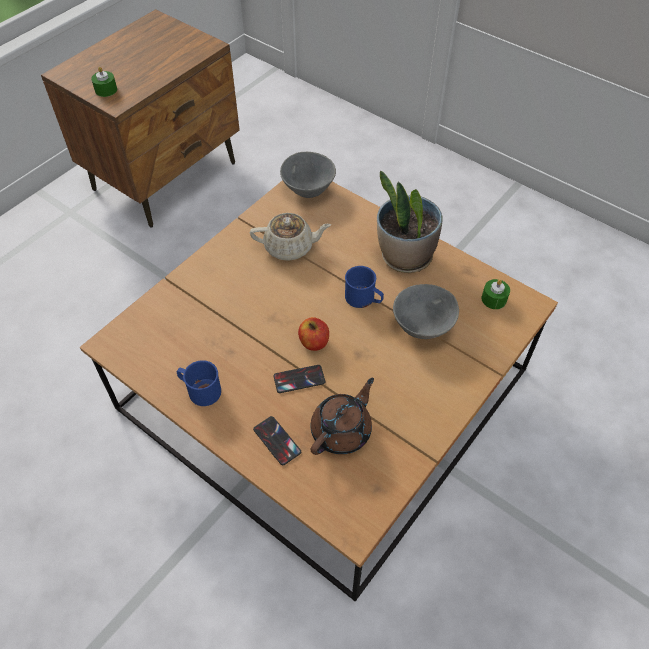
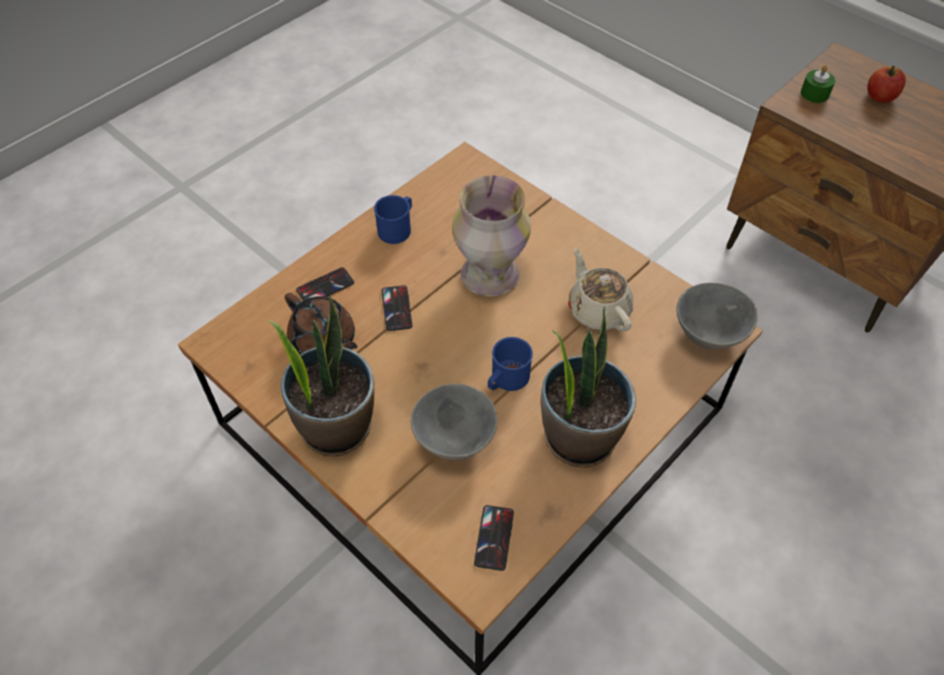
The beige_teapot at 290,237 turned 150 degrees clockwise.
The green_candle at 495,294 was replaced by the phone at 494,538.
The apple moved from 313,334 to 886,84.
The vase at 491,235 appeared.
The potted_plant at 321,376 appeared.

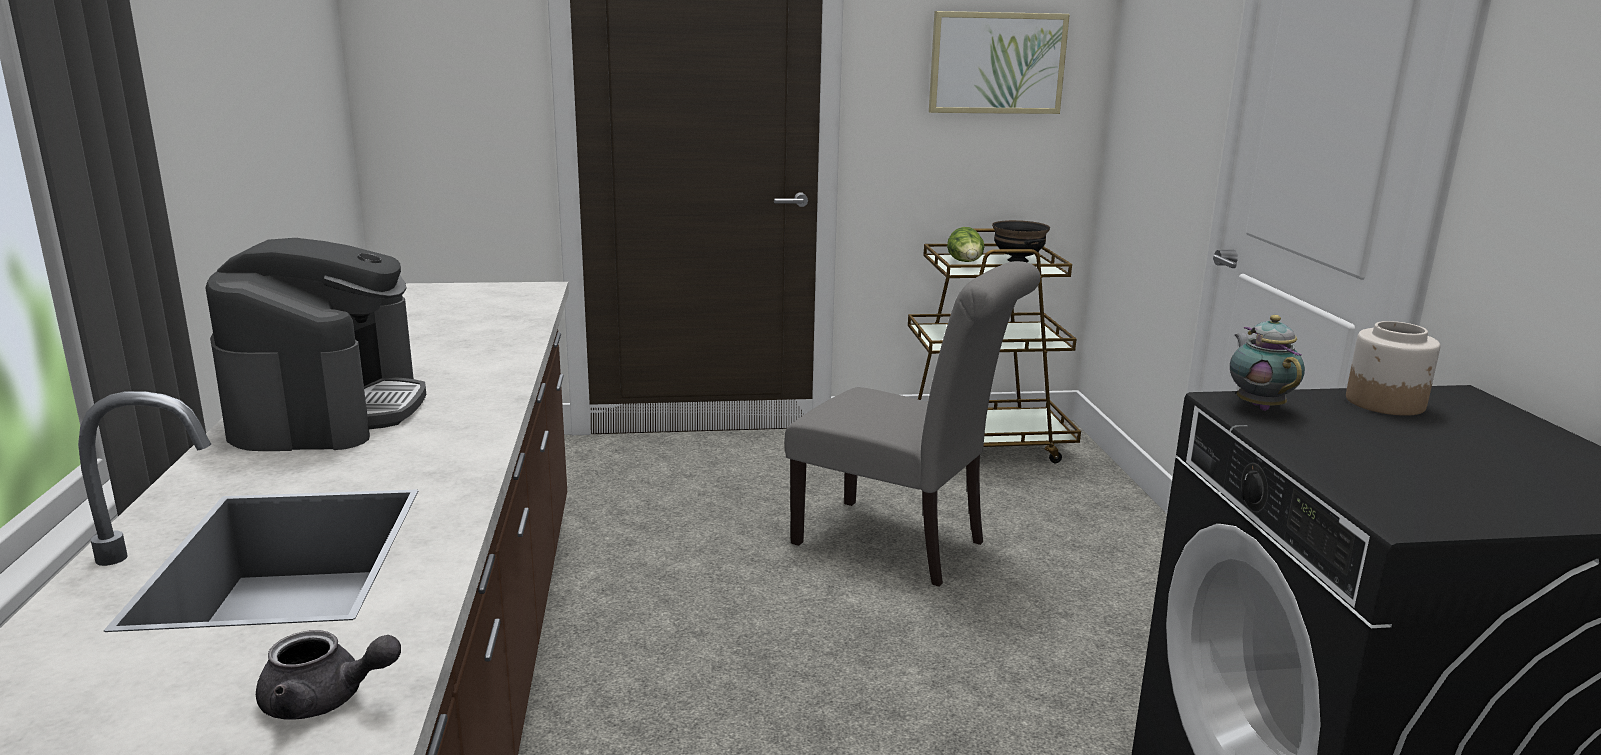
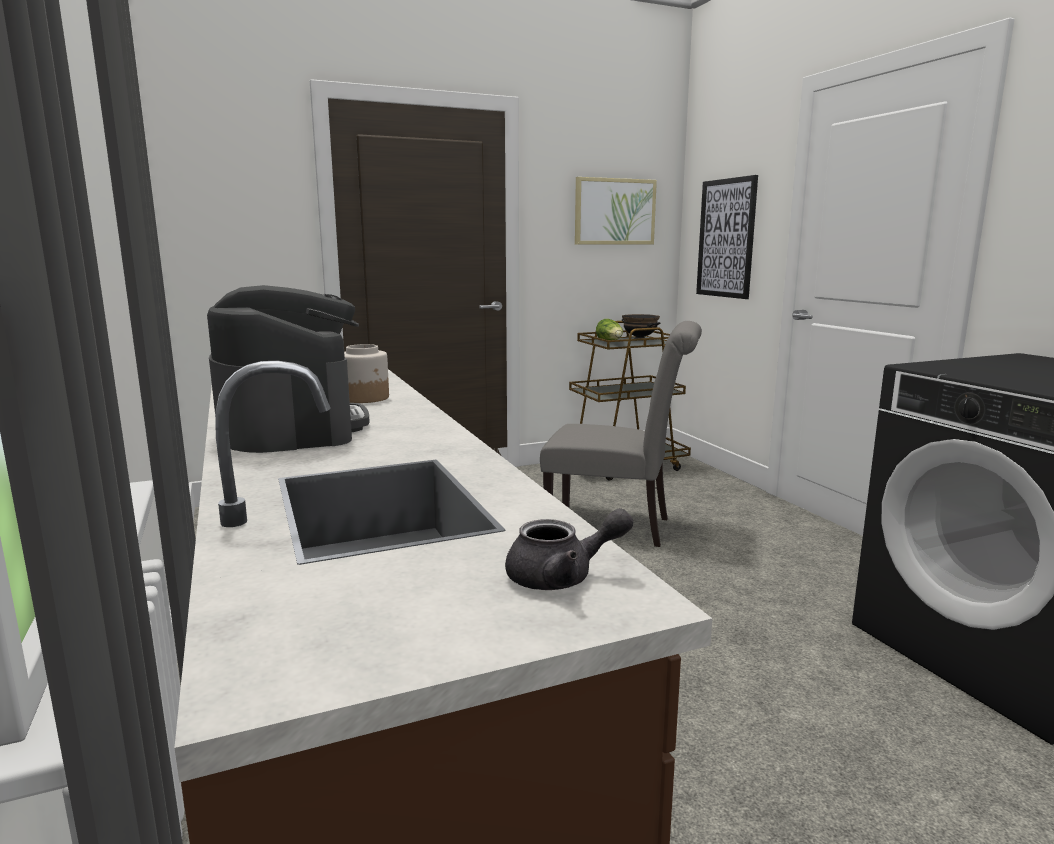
The teapot at 1267,363 disappeared.
The jar moved from 1393,368 to 366,373.
The picture at 727,237 appeared.

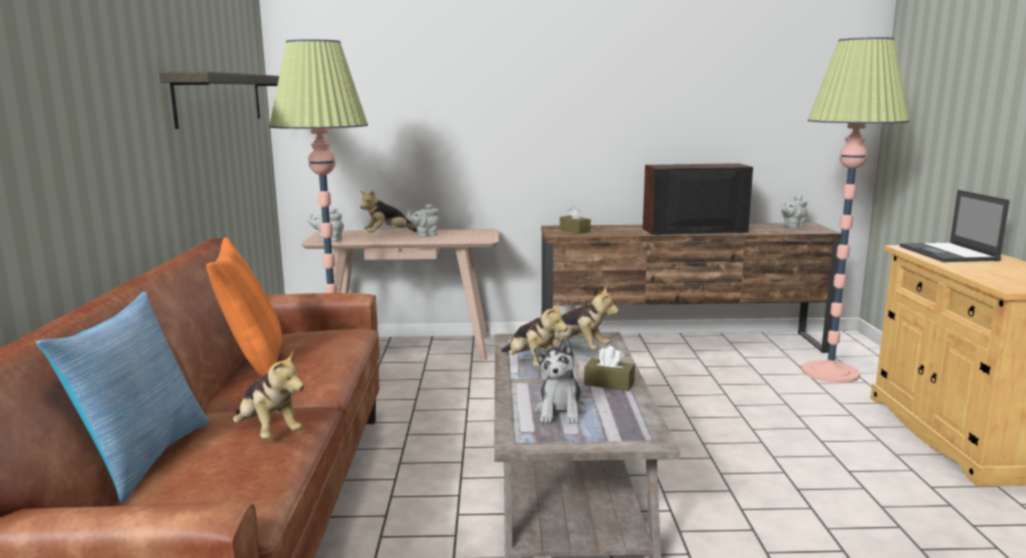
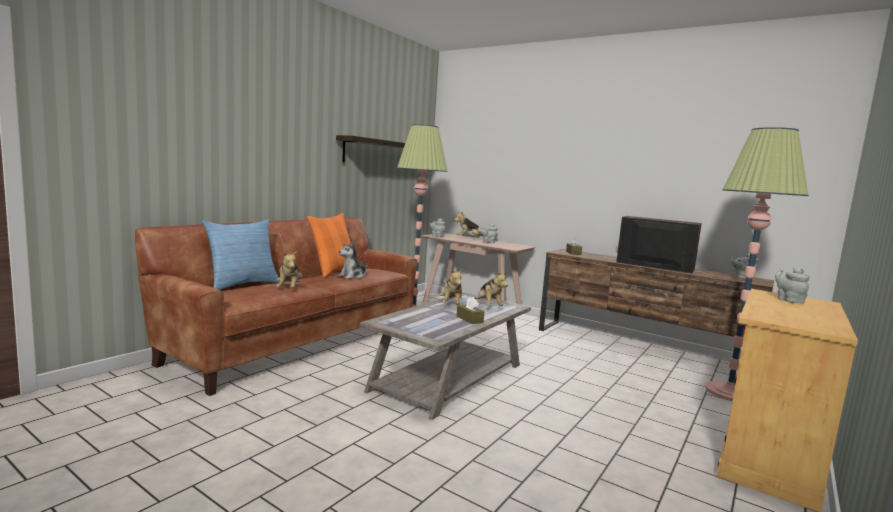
The laptop at 955,226 was replaced by the grey_teapot at 792,285.
The plush_toy moved from 560,380 to 353,260.

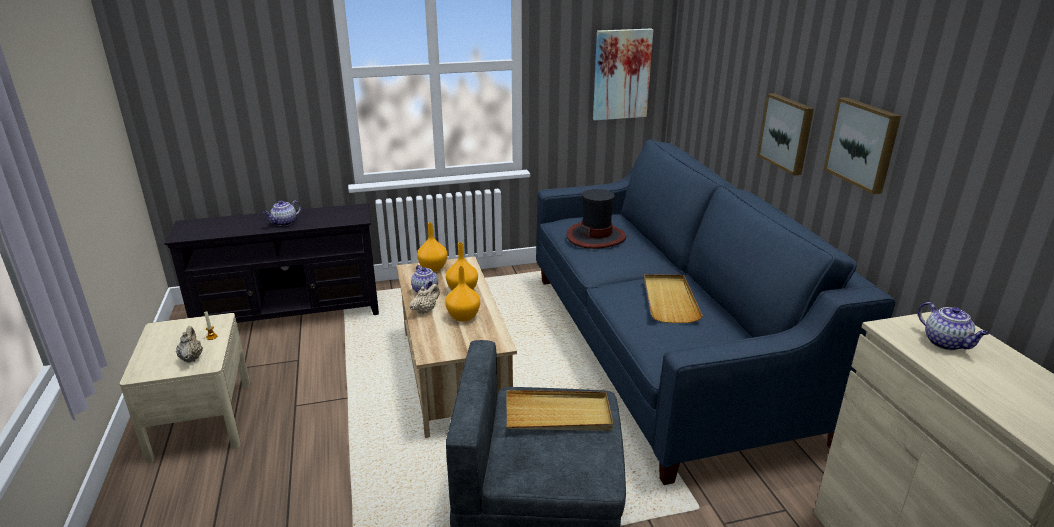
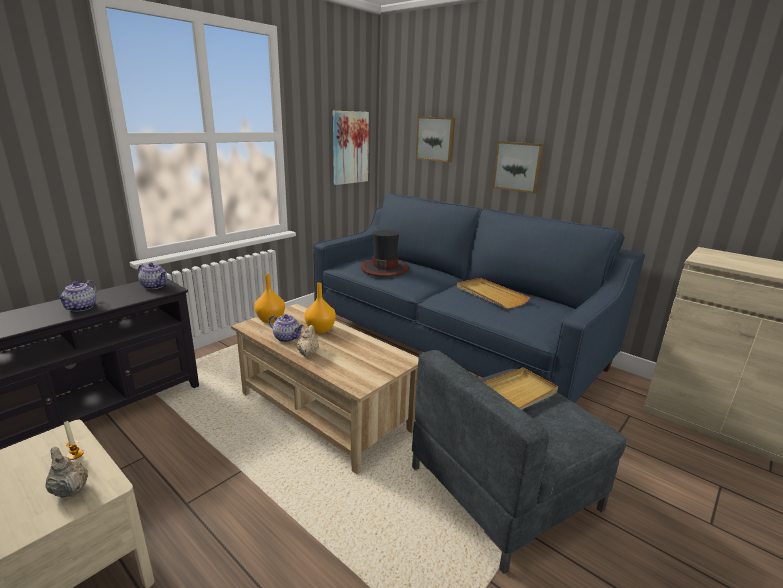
The picture moved from 862,145 to 435,139.
The orange_vase at 462,294 disappeared.
The teapot moved from 953,326 to 152,276.

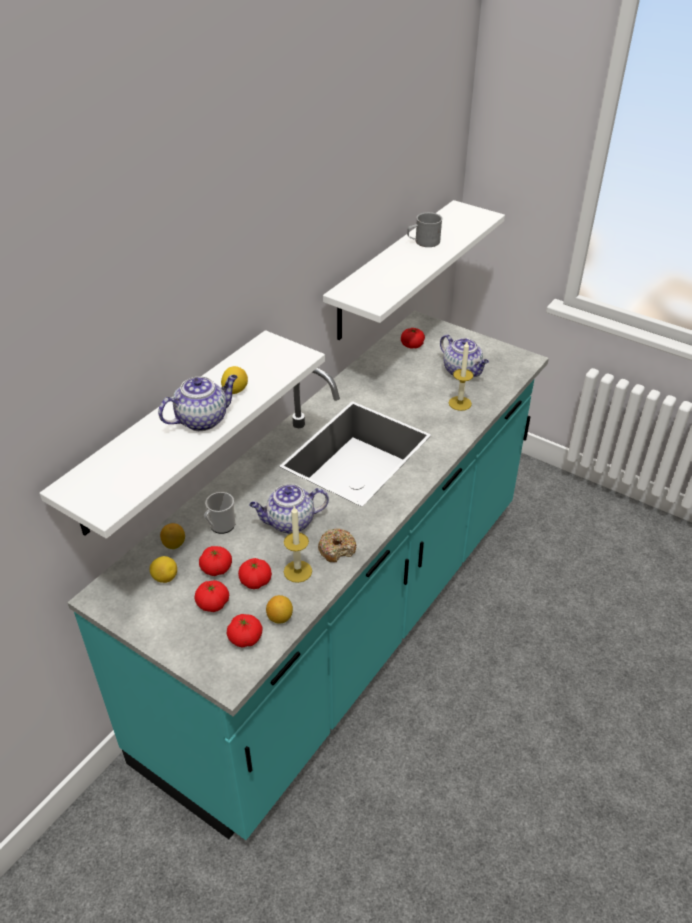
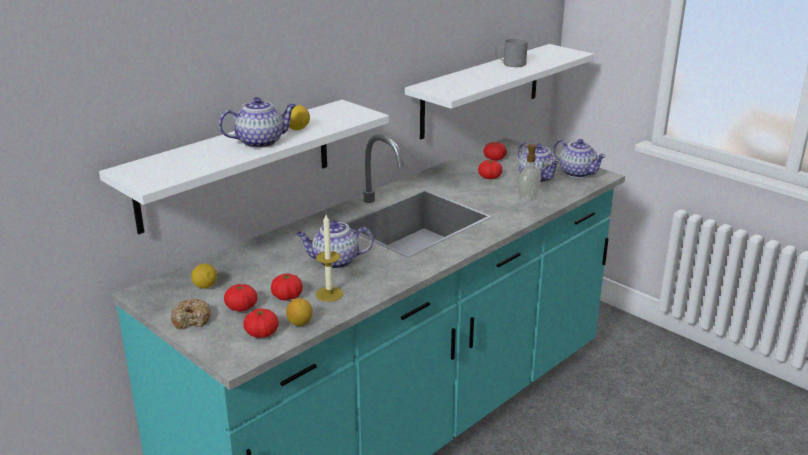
The candle at 461,376 was replaced by the soap_dispenser at 529,173.
The mug at 219,513 disappeared.
The lemon at 172,536 disappeared.
The donut moved from 337,545 to 191,314.
The tomato moved from 215,561 to 490,169.
The teapot at 579,158 appeared.

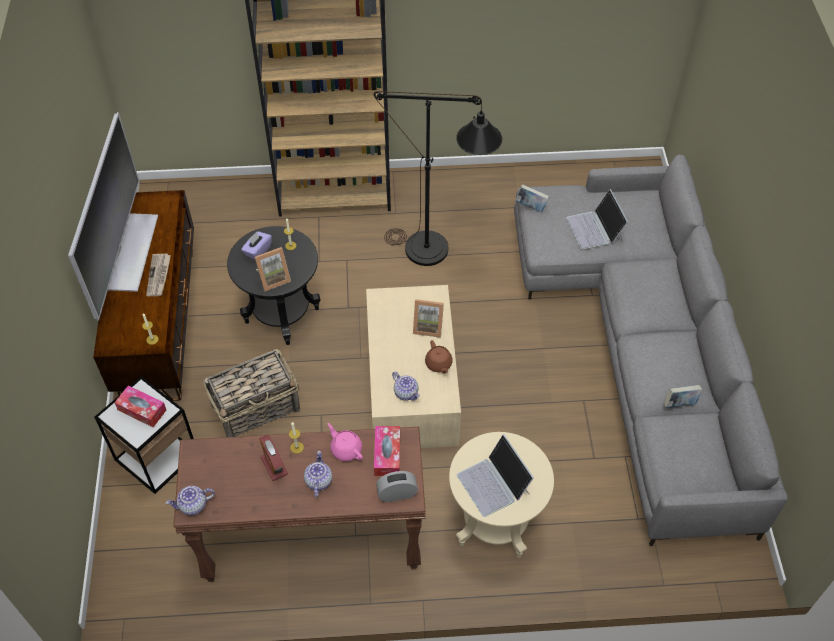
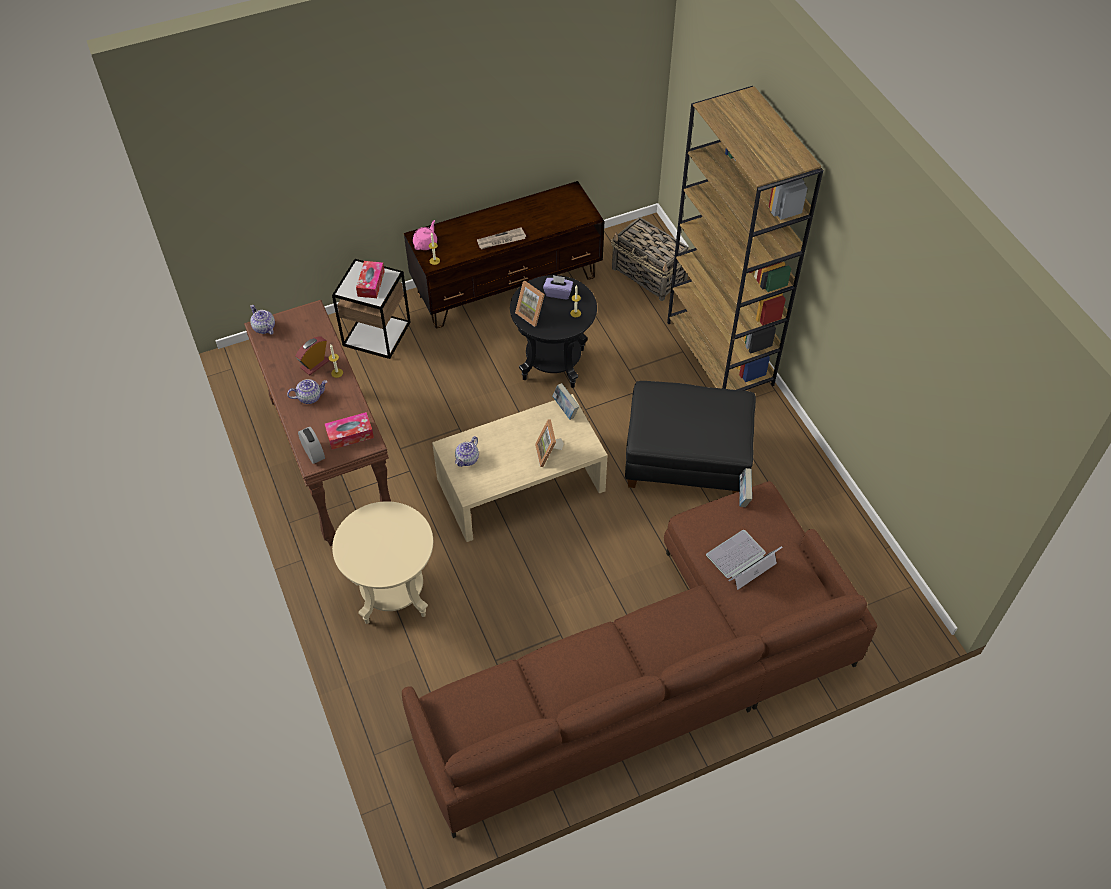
The black_floor_lamp at 438,178 was replaced by the black_ottoman at 690,437.
The television at 113,216 disappeared.
The grey_sofa at 651,350 became the brown_sofa at 639,659.
The brown_teapot at 439,356 disappeared.
The basket moved from 251,393 to 651,259.
The book moved from 683,396 to 566,401.
The pink_teapot moved from 345,442 to 425,235.
The laptop at 495,475 disappeared.

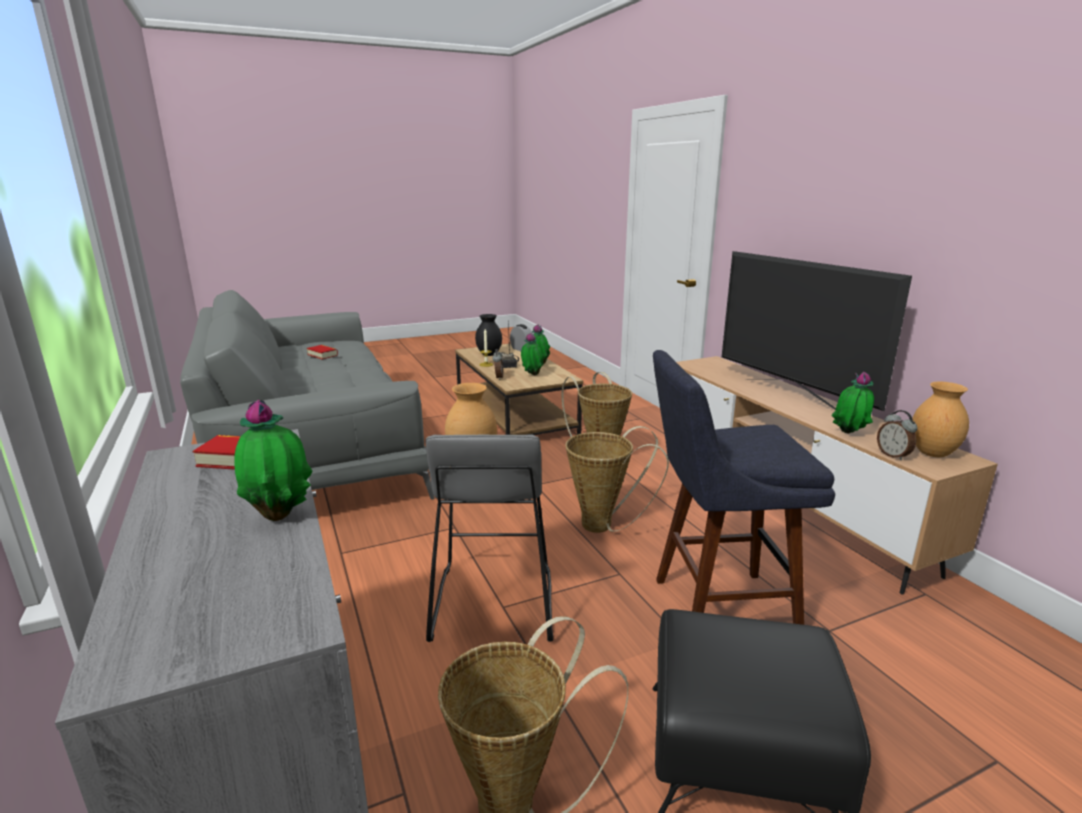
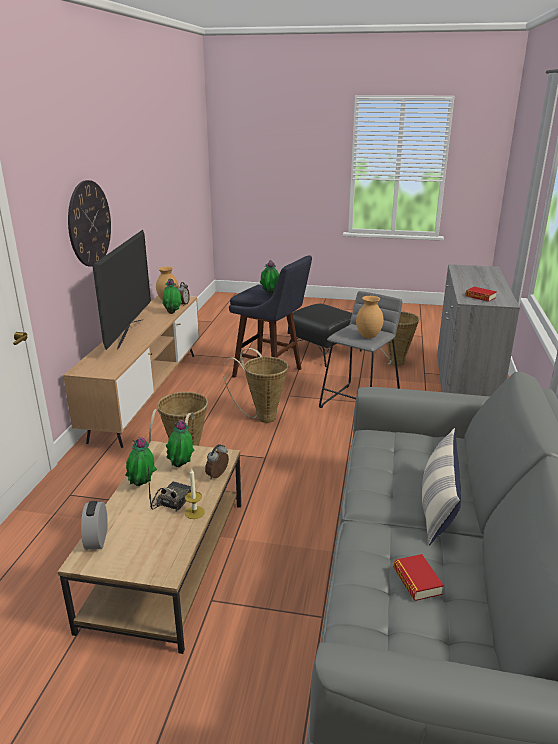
The black_vase at 488,335 disappeared.
The potted_plant moved from 273,460 to 269,277.
The wall_clock at 89,223 appeared.
The pillow at 441,487 appeared.

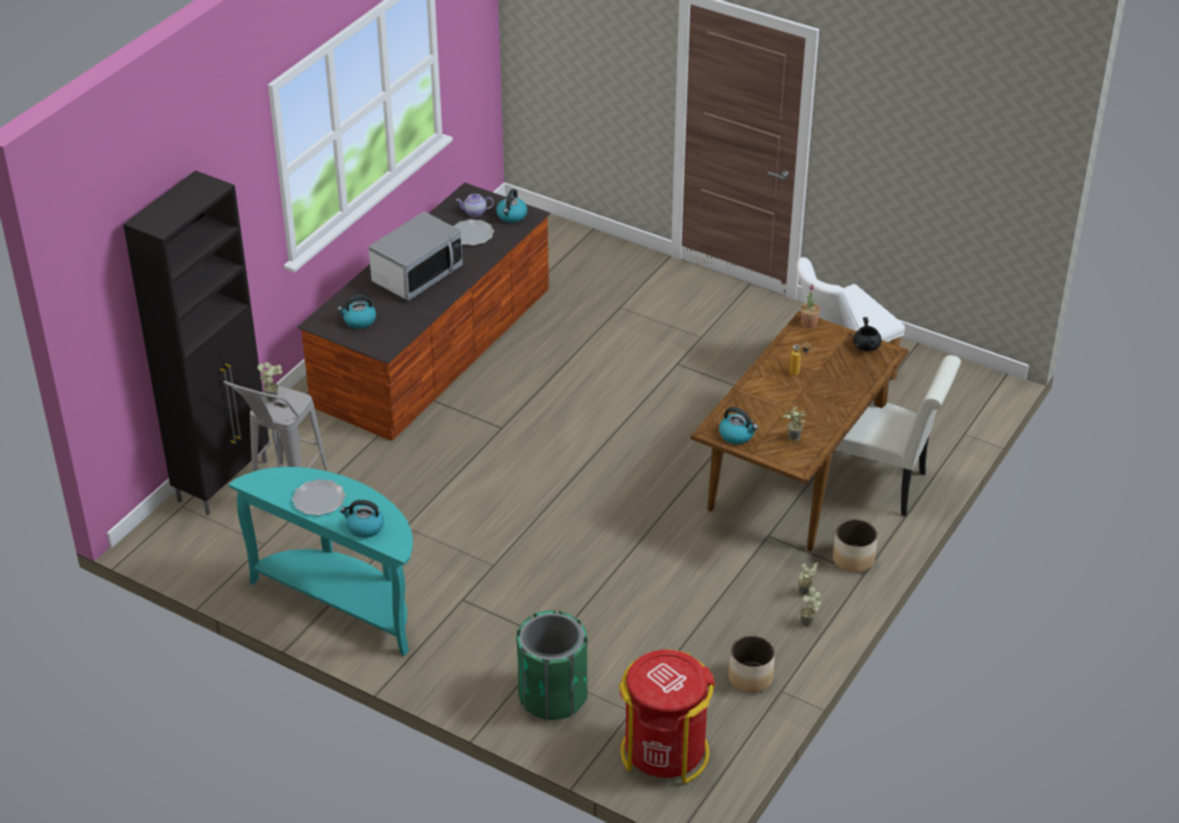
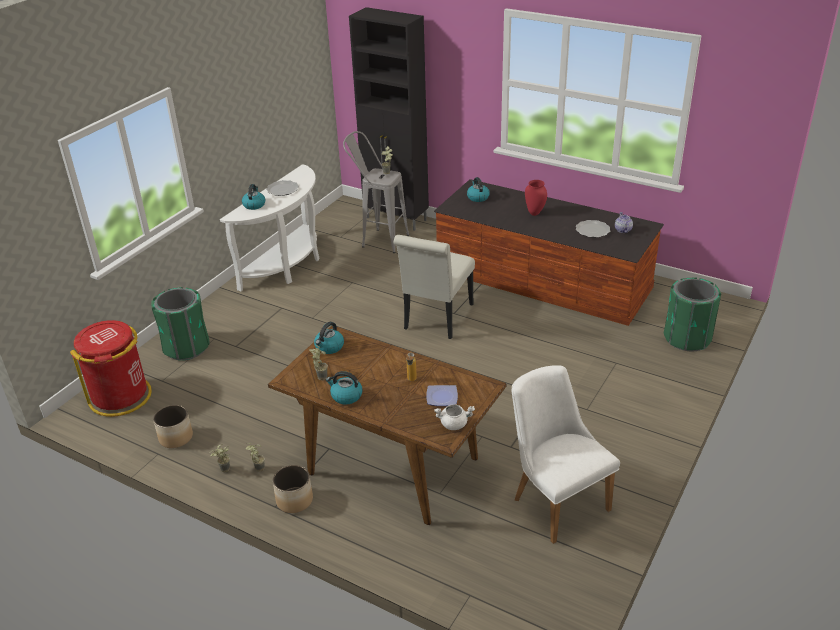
The kettle moved from 511,206 to 344,388.
The microwave at 416,256 was replaced by the red_vase at 536,198.
The potted_plant at 810,306 disappeared.
The black_cooking_pot at 867,334 became the white_cooking_pot at 455,417.
The white_chair moved from 898,435 to 434,287.
The turquoise_console_table at 321,561 became the white_console_table at 270,227.
The green_trash_can at 692,315 appeared.
The plate at 442,395 appeared.

